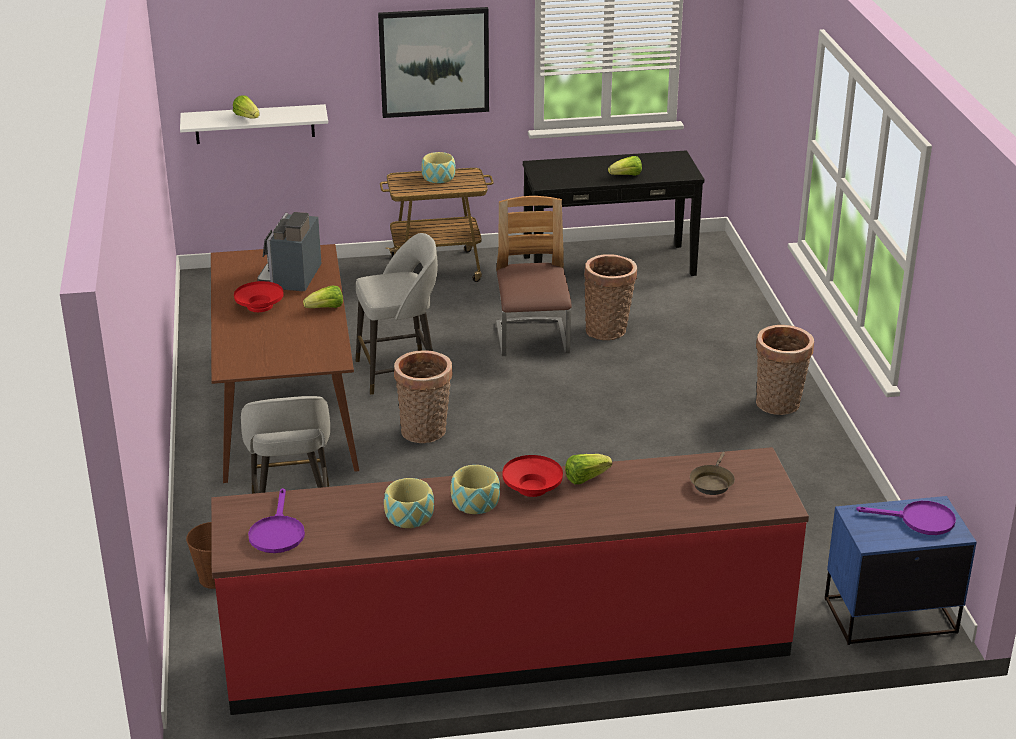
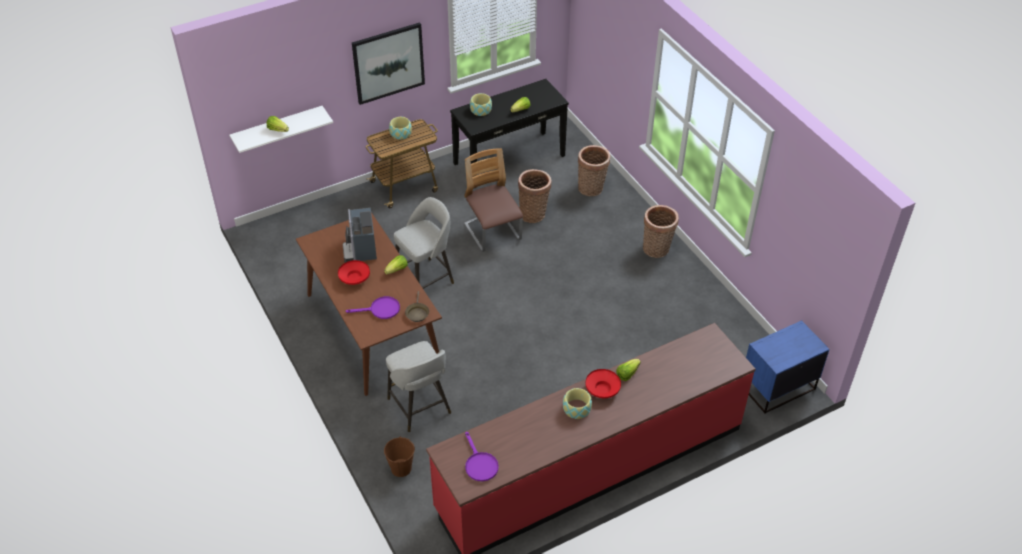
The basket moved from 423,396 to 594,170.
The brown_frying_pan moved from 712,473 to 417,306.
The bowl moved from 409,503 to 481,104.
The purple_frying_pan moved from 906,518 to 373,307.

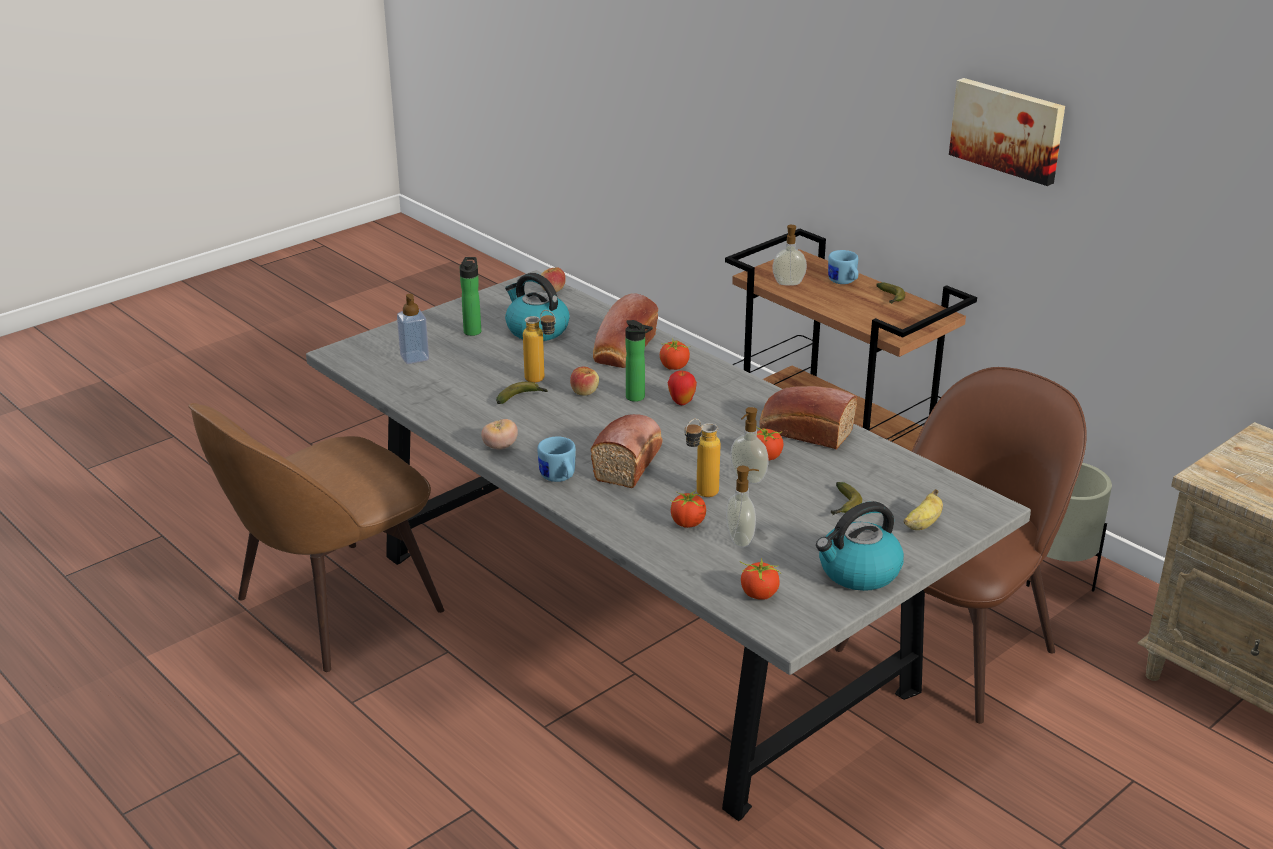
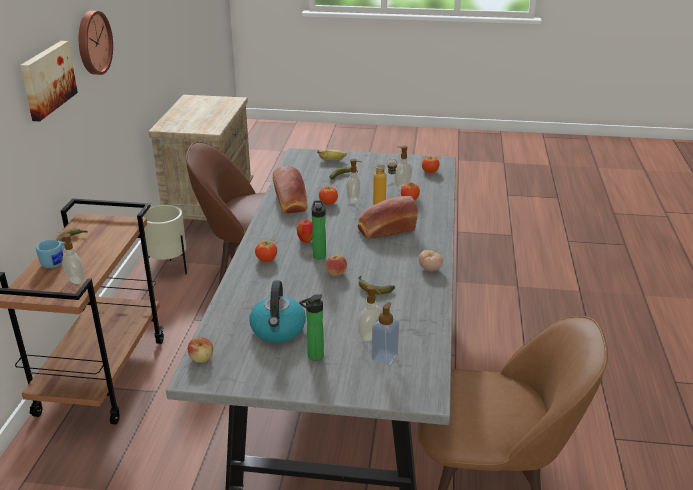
The bread at 625,330 disappeared.
The bottle at 539,346 disappeared.
The blue_mug at 556,459 disappeared.
The kettle at 860,546 disappeared.
The wall_clock at 96,43 appeared.
The soap_dispenser at 370,313 appeared.

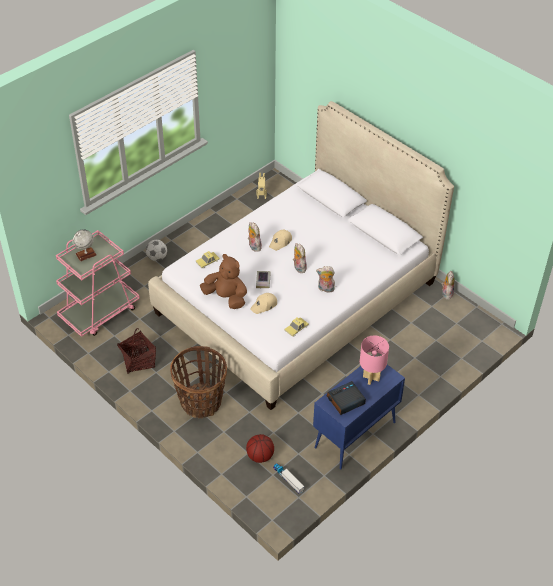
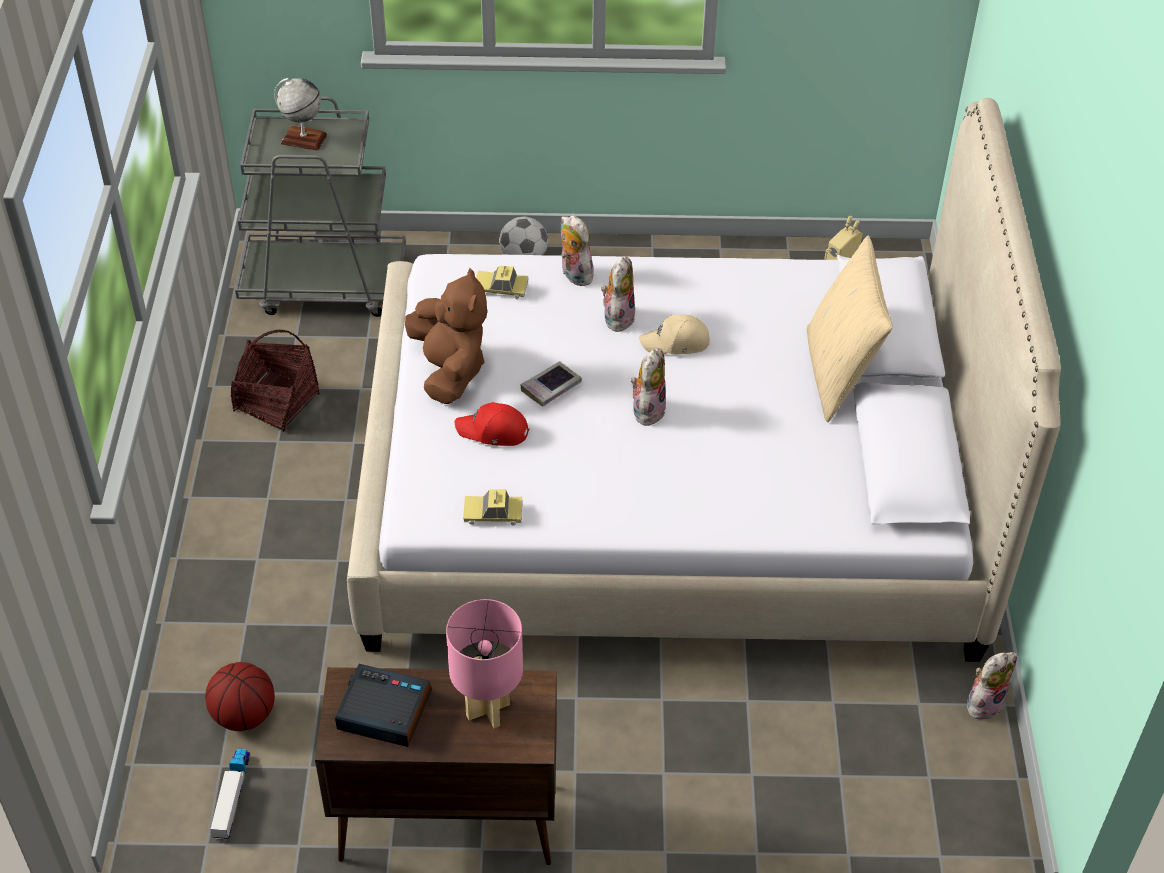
The pink_cart at 98,283 became the grey_cart at 320,206.
The plush_toy moved from 325,279 to 577,250.
The beige_cap at 263,303 became the red_cap at 492,424.
The basket at 198,382 disappeared.
The blue_cabinet at 359,417 became the brown_cabinet at 436,766.
The beige_pillow at 850,328 appeared.

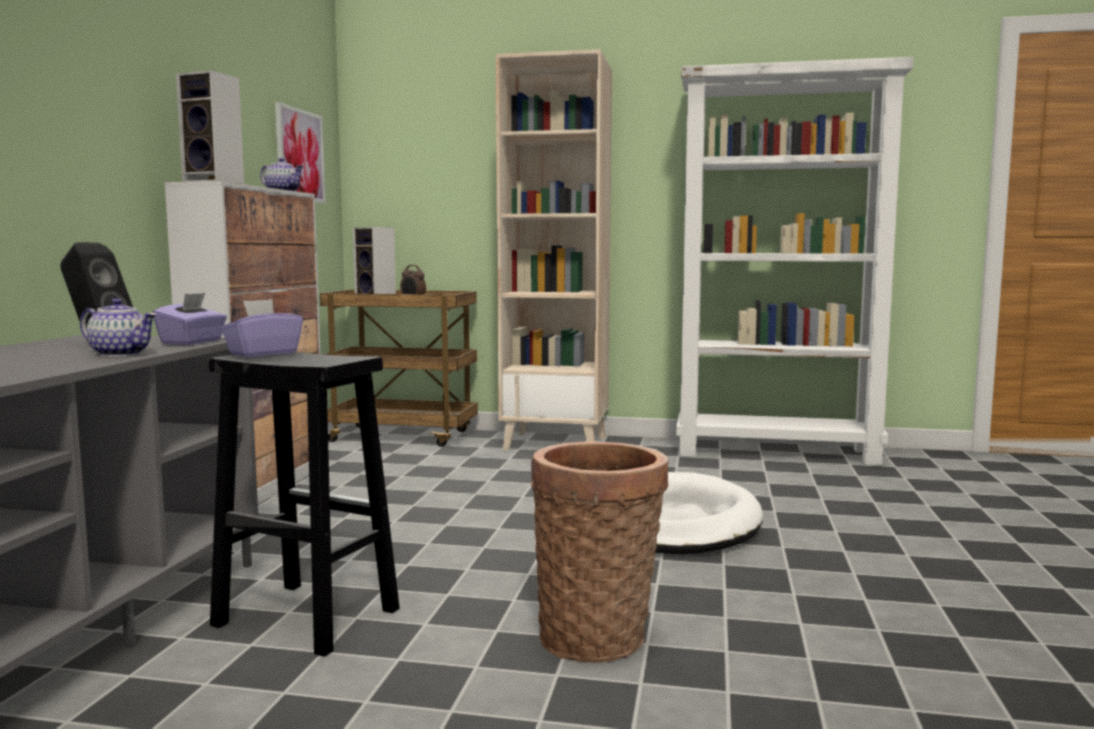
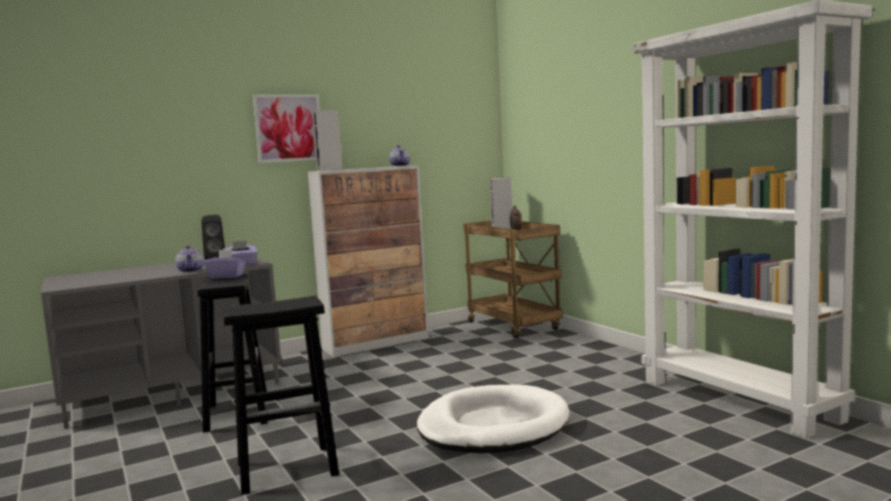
The beige_bookcase at 554,250 disappeared.
The picture moved from 300,152 to 286,128.
The basket at 599,552 was replaced by the black_stool at 281,395.

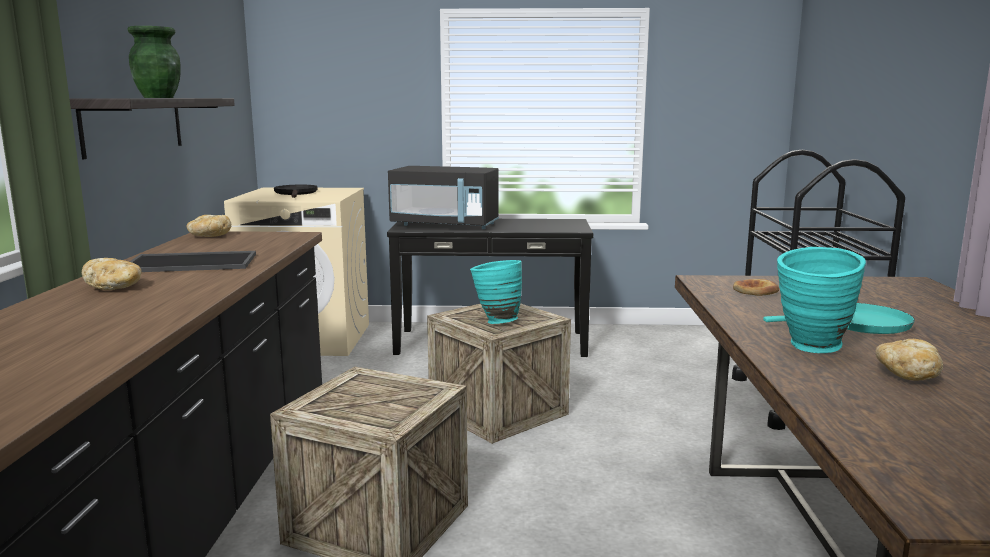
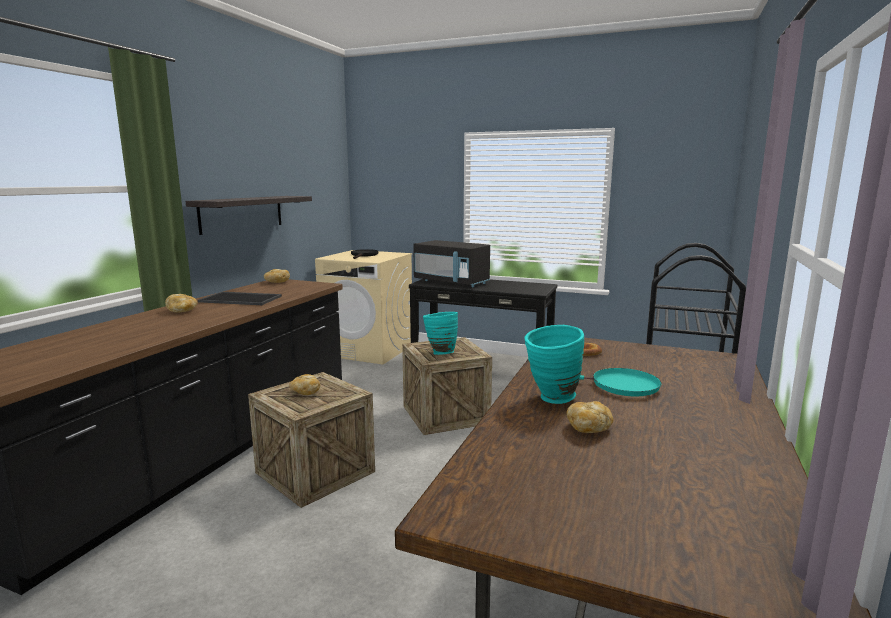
The green_vase at 154,62 disappeared.
The bread at 305,384 appeared.

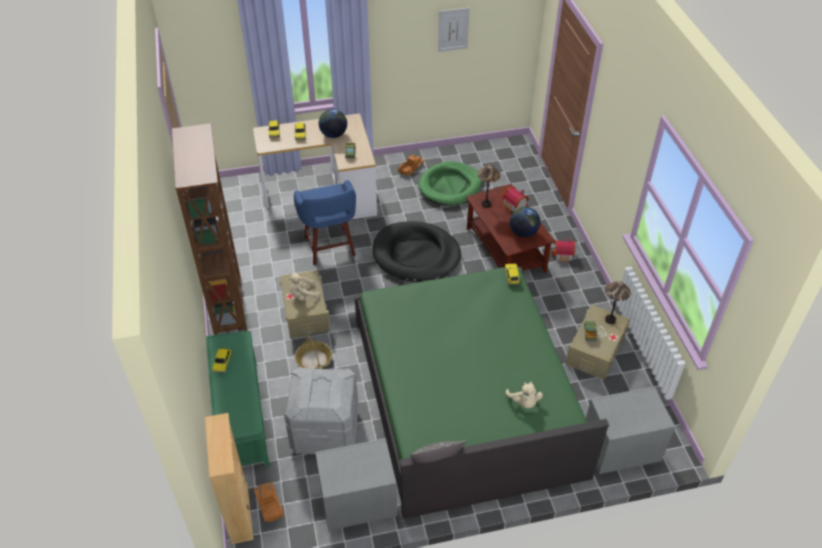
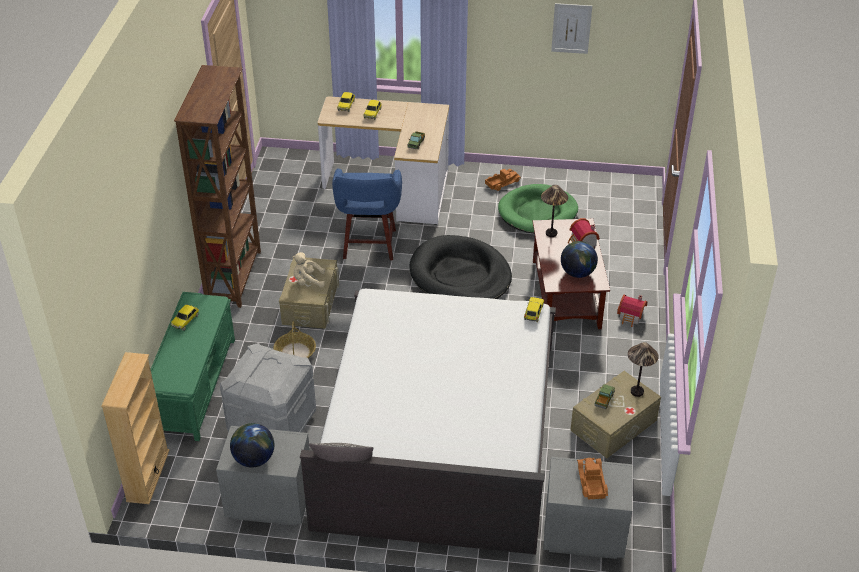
The globe moved from 333,123 to 252,445.
The green_bed at 481,393 became the white_bed at 428,421.
The beige_plush_toy at 524,395 disappeared.
The toy_truck moved from 268,502 to 592,478.

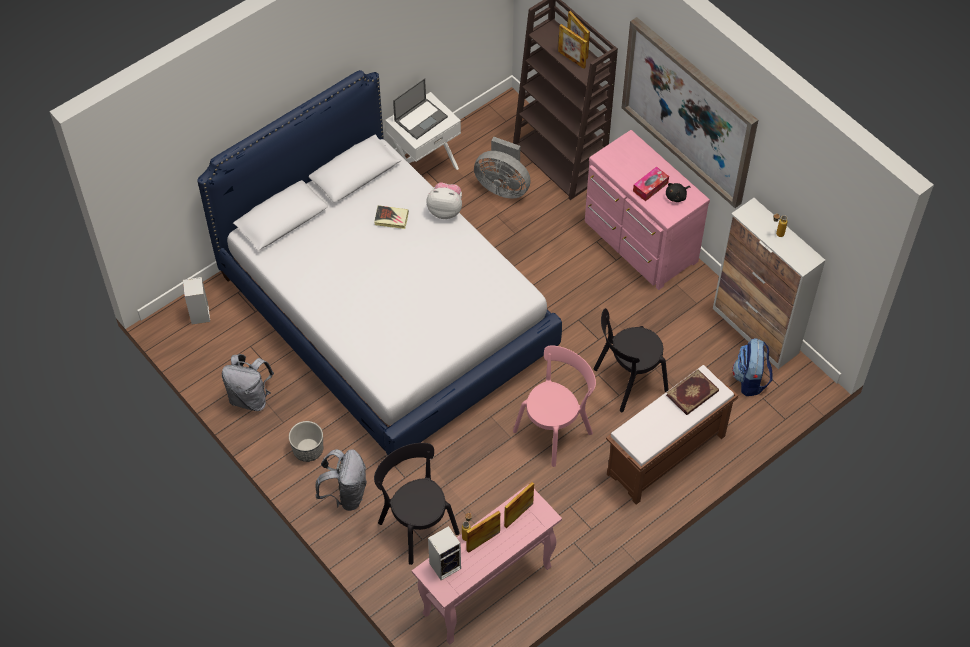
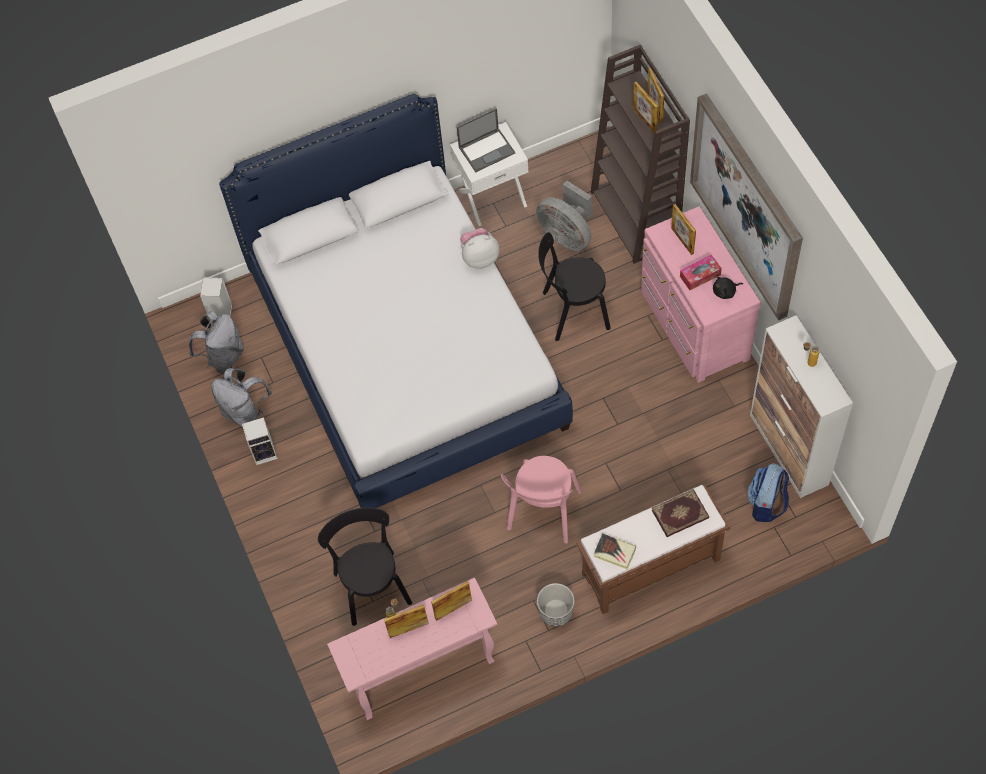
The plush_toy at 444,200 turned 45 degrees counterclockwise.
The book moved from 391,217 to 614,551.
The black_chair moved from 631,360 to 574,286.
The pink_chair at 554,406 turned 135 degrees clockwise.
The planter moved from 306,441 to 555,605.
The grey_backpack moved from 341,480 to 216,342.
The speaker moved from 444,553 to 260,441.
The picture_frame at 683,229 appeared.

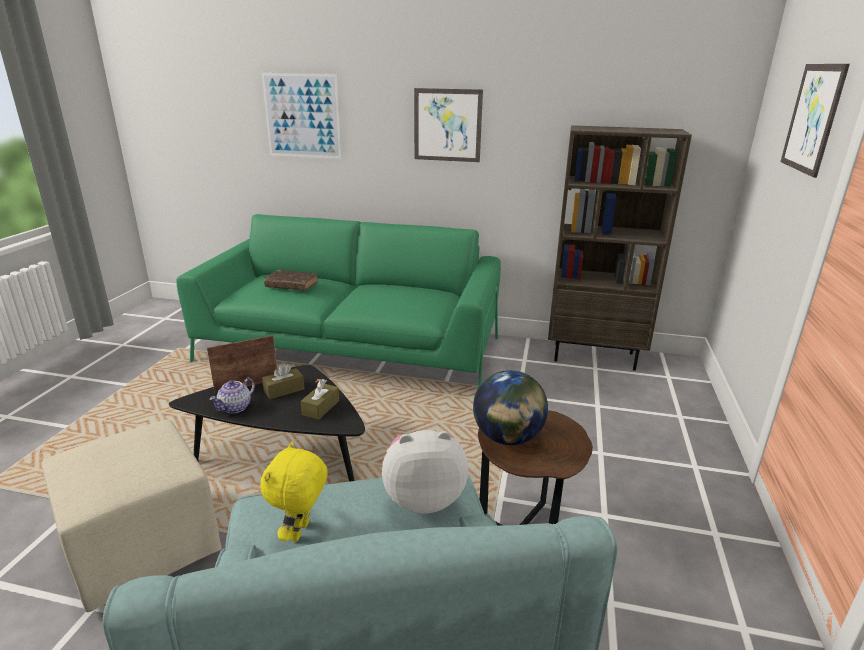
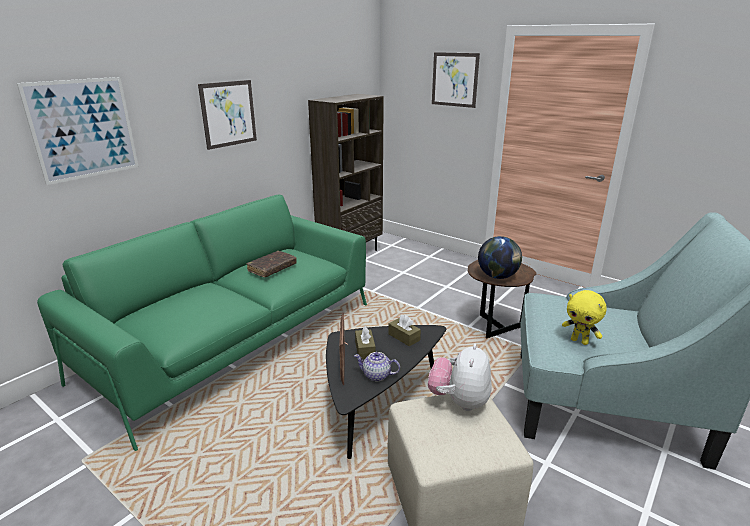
The brown_book moved from 291,280 to 272,264.
The teapot at 232,396 turned 135 degrees clockwise.
The plush_toy moved from 425,472 to 459,377.

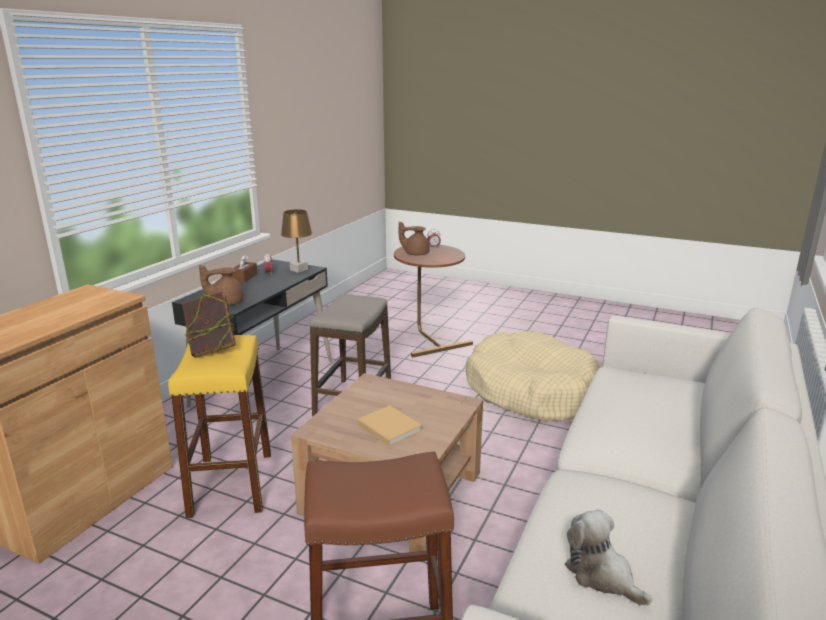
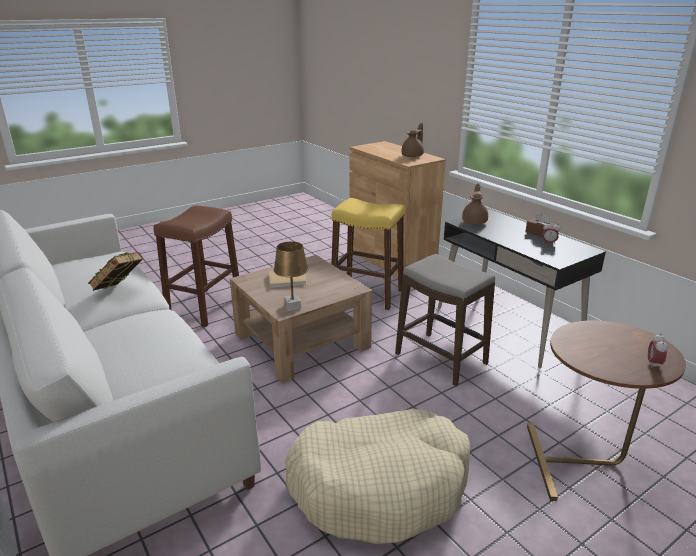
The brown_table_lamp moved from 296,241 to 291,276.
The brown_teapot moved from 414,239 to 413,140.
The book moved from 209,325 to 115,271.
The plush_toy at 608,558 disappeared.

